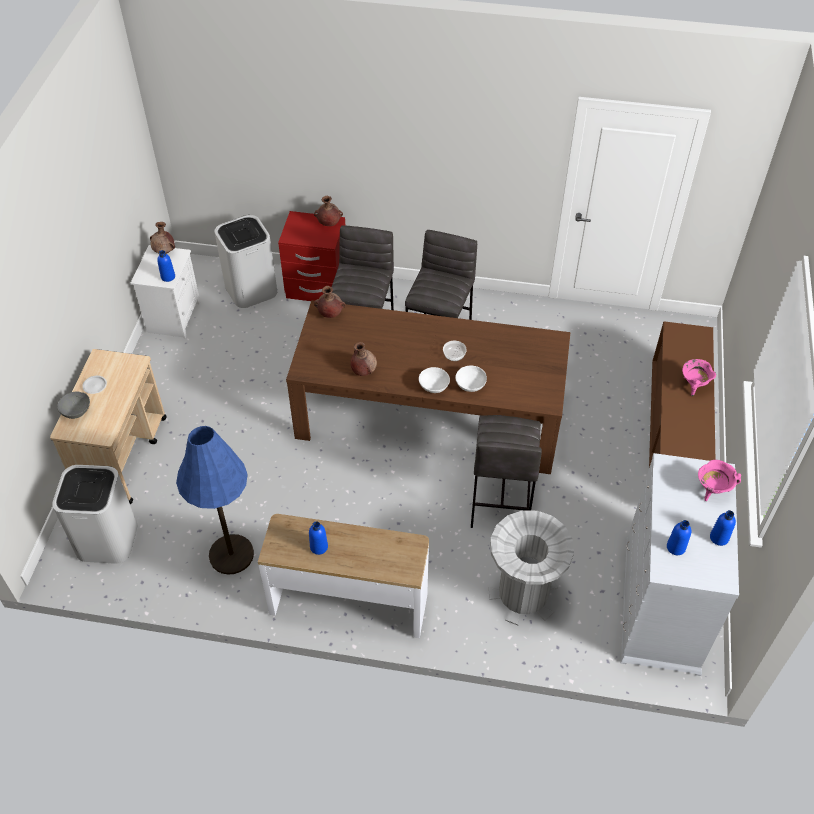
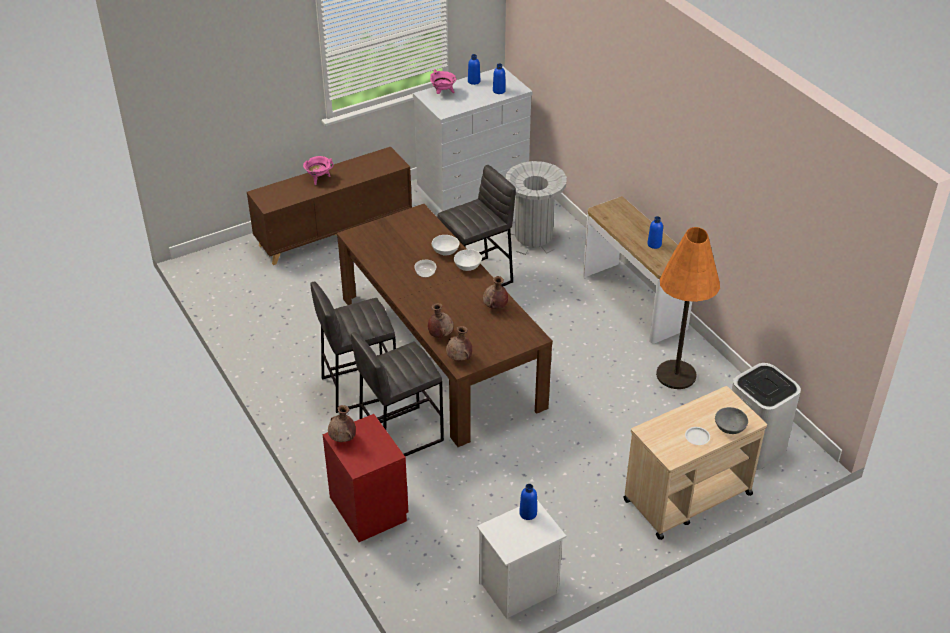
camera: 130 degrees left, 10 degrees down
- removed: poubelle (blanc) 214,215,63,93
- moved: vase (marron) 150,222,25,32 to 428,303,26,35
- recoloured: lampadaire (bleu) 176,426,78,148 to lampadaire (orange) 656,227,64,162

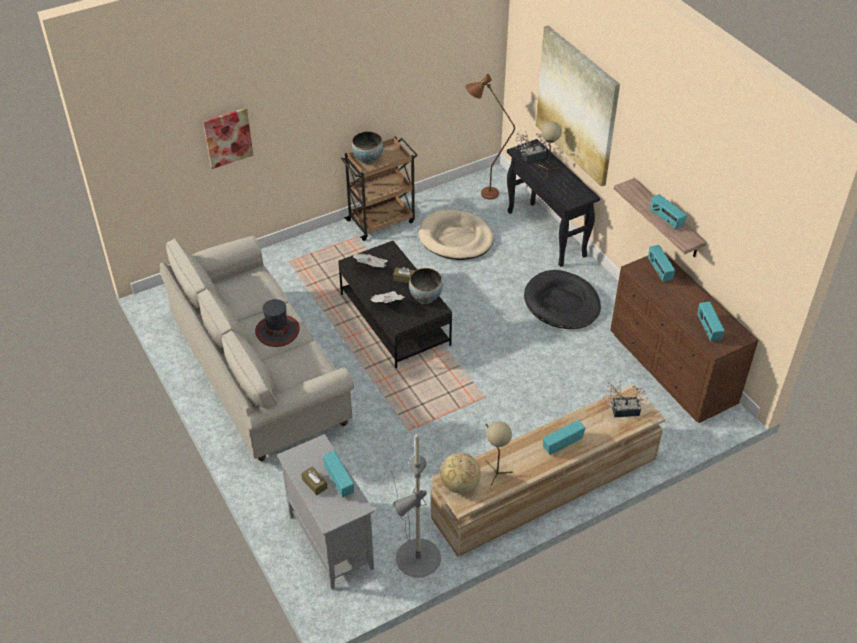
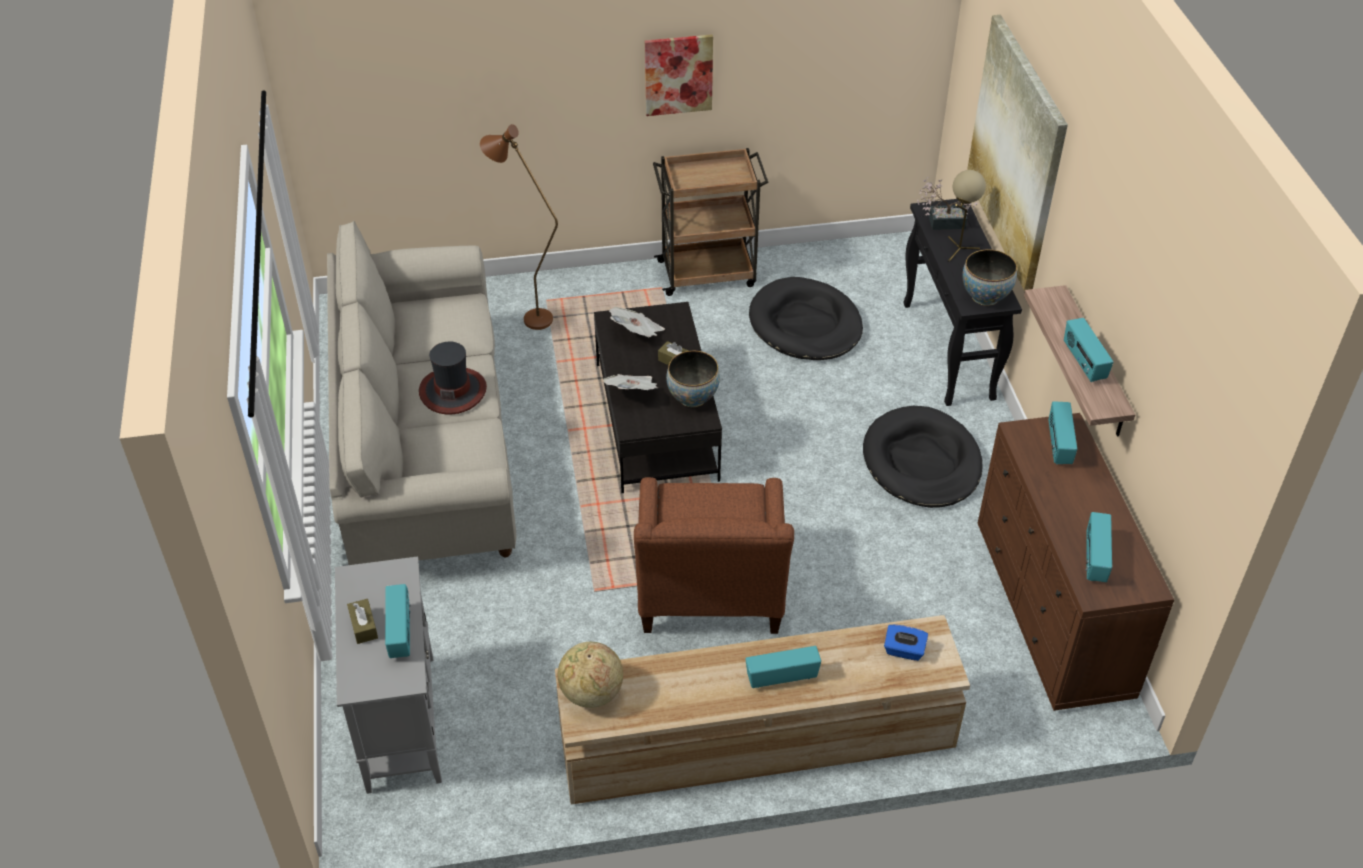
camera: 20 degrees right, 0 degrees up
- removed: lampadaire (gris) 390,434,51,143
- removed: lampe de table (beige) 485,422,28,63
- added: fauteuil (marron) 634,477,160,157
- moved: tableau 203,108,50,61 to 645,34,68,82
- moved: bol 352,131,31,34 to 962,249,55,57
- moved: lampadaire (marron) 466,74,49,126 to 480,124,78,206
- replaced: plante en pot 603,380,45,37 to boîte à mouchoirs (bleu) 884,625,44,36
- recoloured: panier pour chien (beige) 419,210,75,50 to panier pour chien (noir) 749,277,114,83

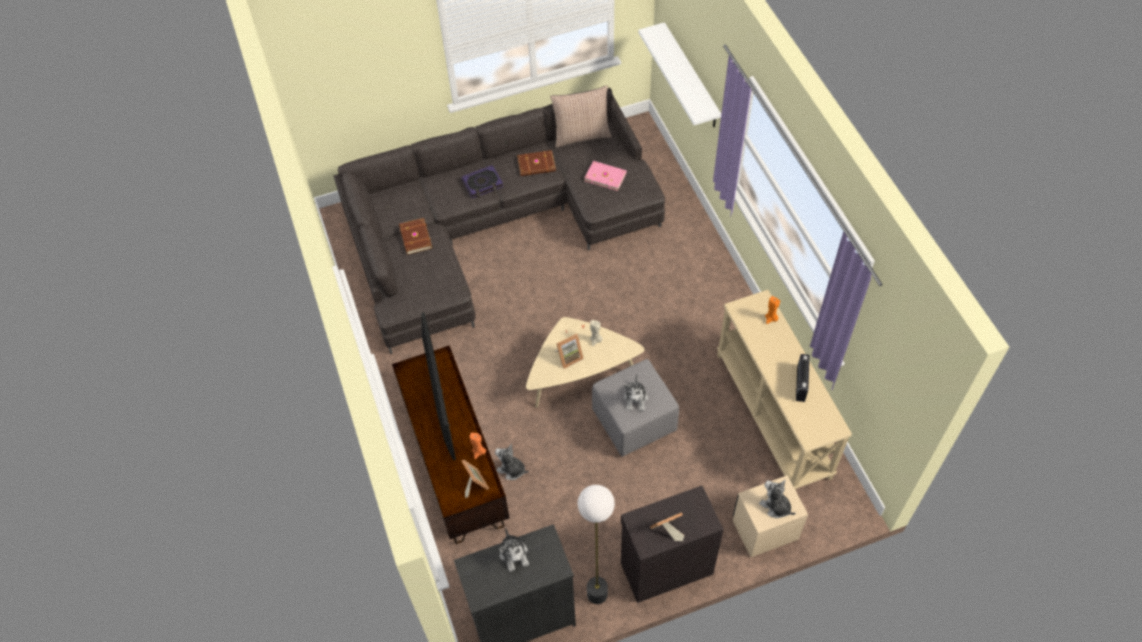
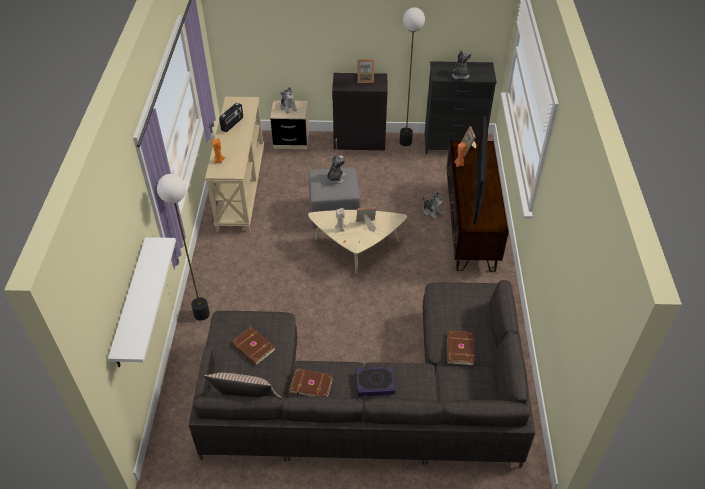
camera: 160 degrees left, 10 degrees down
- added: lampadaire 157,174,53,147
- recoloured: livre (rose) 584,161,43,30 to livre (marron) 231,326,44,39

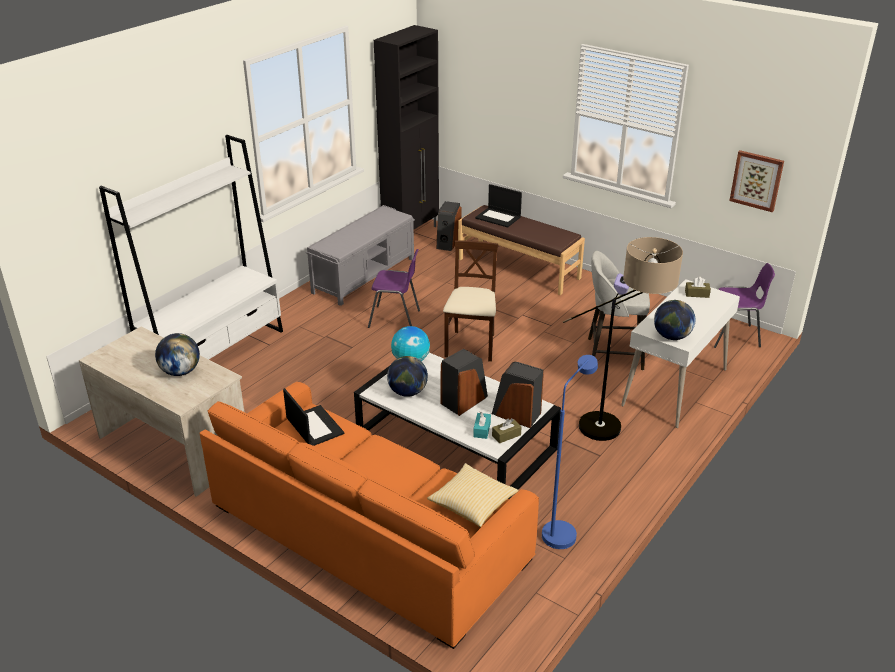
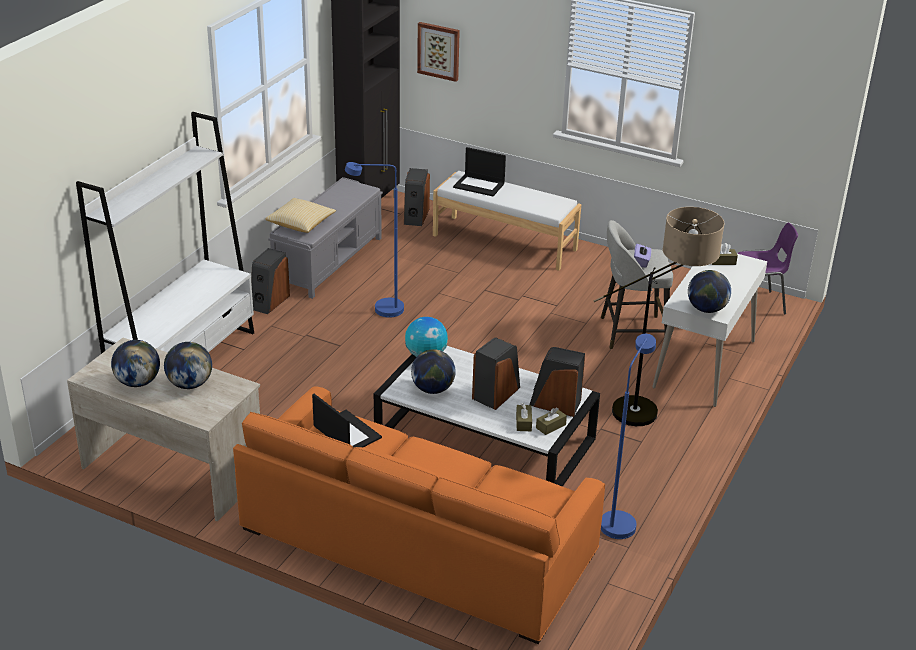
camera: 10 degrees left, 0 degrees up
- removed: chaise (beige) 443,240,55,122
- added: globe 111,340,49,47
- added: enceinte 251,248,39,66
- moved: coussin 427,463,92,64 to 265,198,71,35
- moved: tableau 729,150,55,62 to 417,22,43,60
- replaced: chaise (violet) 368,249,52,79 to lampadaire (bleu) 345,162,59,155
- recoloured: banc (marron) 458,205,127,90 to banc (blanc) 433,171,148,100
- recoloured: boîte à mouchoirs (turquoise) 473,412,18,27 to boîte à mouchoirs (marron) 516,403,16,28

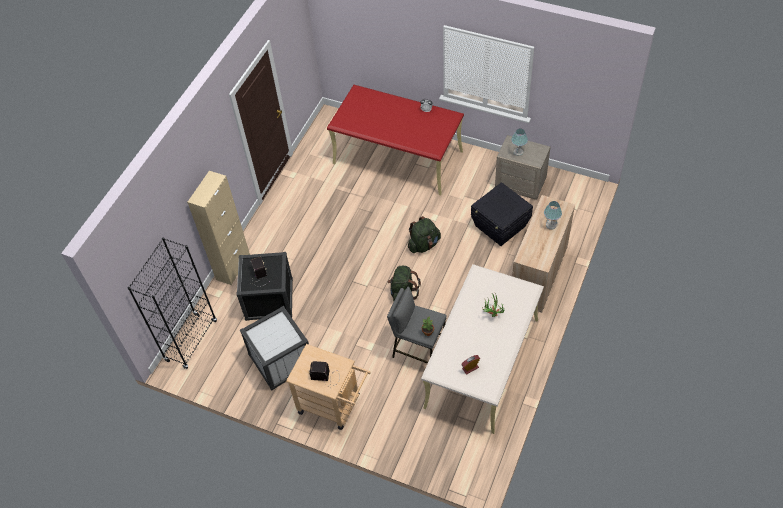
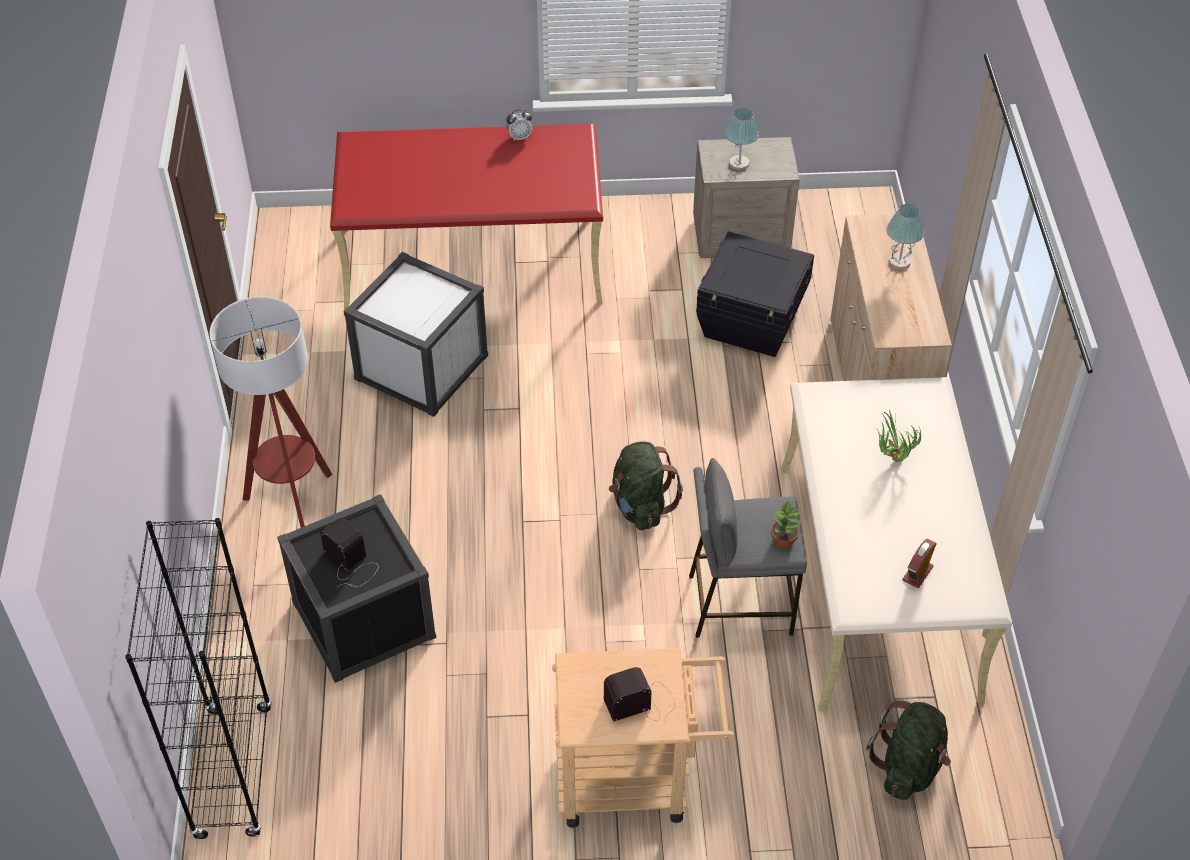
camera: 30 degrees left, 5 degrees down
- removed: meuble de rangement (beige) 187,171,63,114
- added: lampadaire 210,296,122,232
- moved: boîte de rangement (blanc) 240,306,69,85 to 344,252,144,165
- moved: sac à dos (vert) 408,216,33,37 to 866,700,85,100

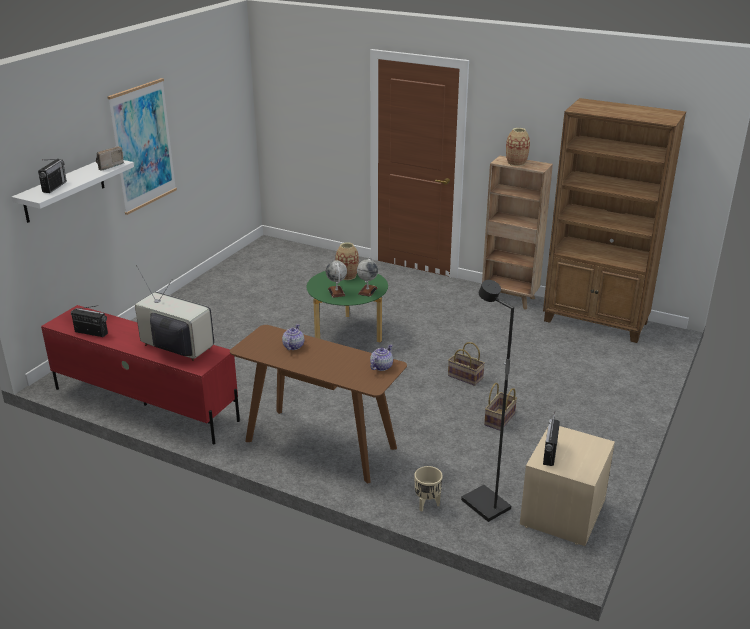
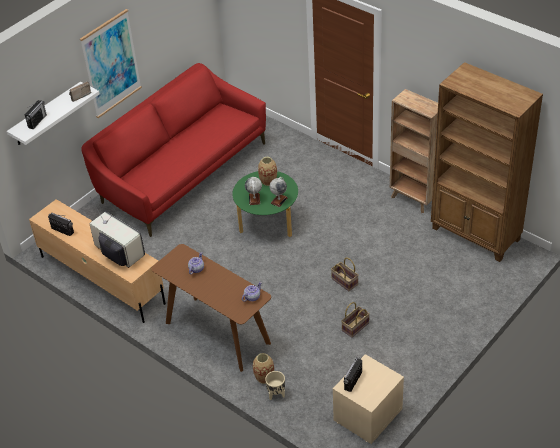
camera: 15 degrees right, 15 degrees up
- removed: lampadaire (noir) 461,280,53,242
- added: canapé (rouge) 81,63,185,174
- moved: vase 506,128,24,38 to 253,353,21,31
- recoloured: meuble télé (rouge) 41,305,199,139 to meuble télé (beige) 29,199,137,124

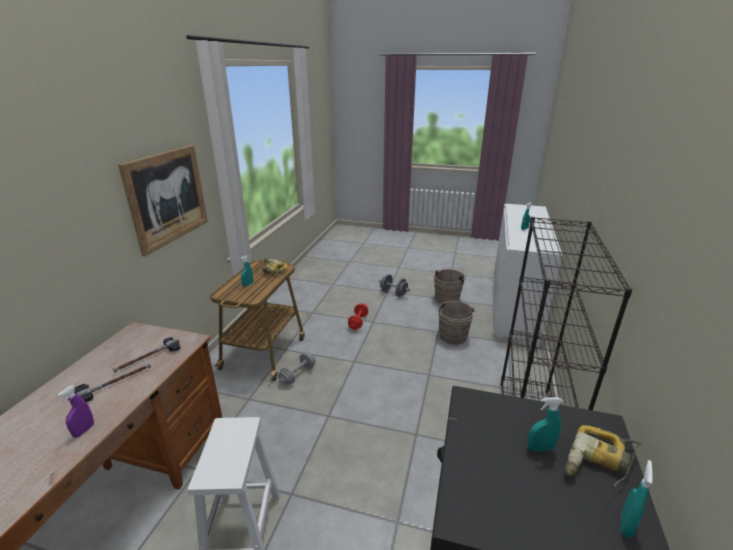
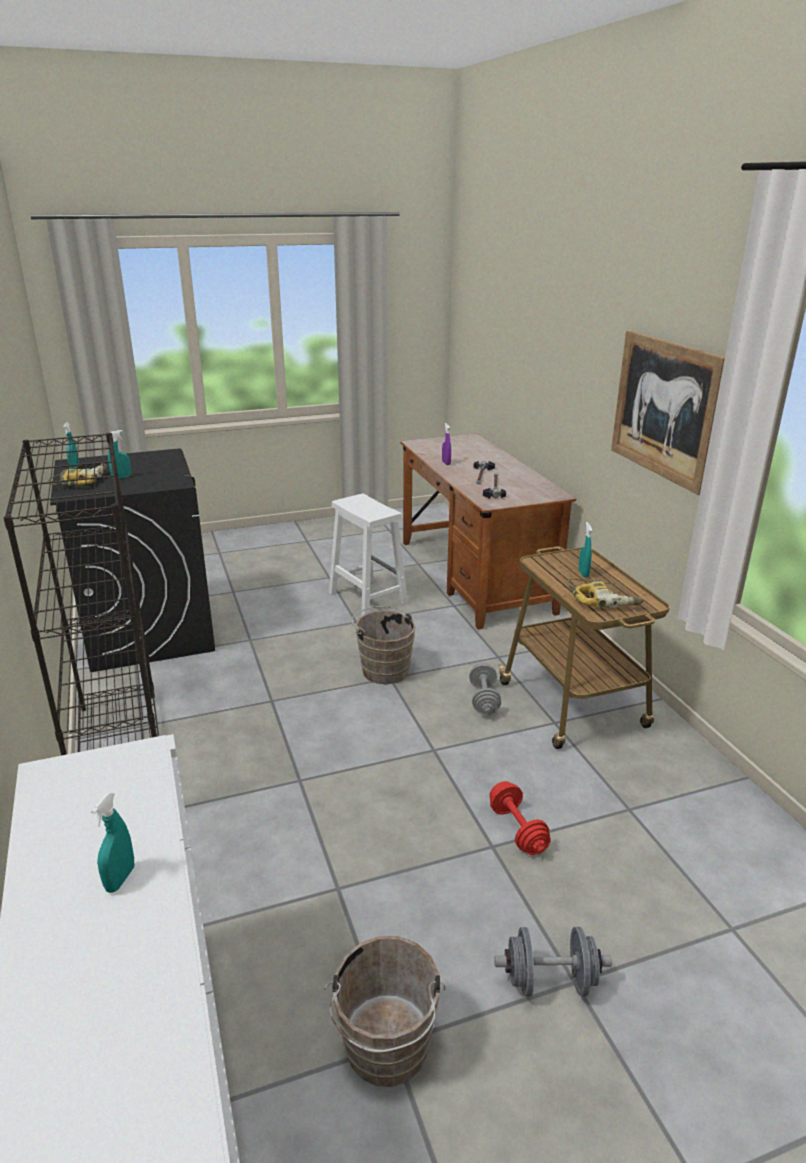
camera: 145 degrees right, 0 degrees up
- moved: seau (marron) 438,301,38,43 to 352,606,63,78

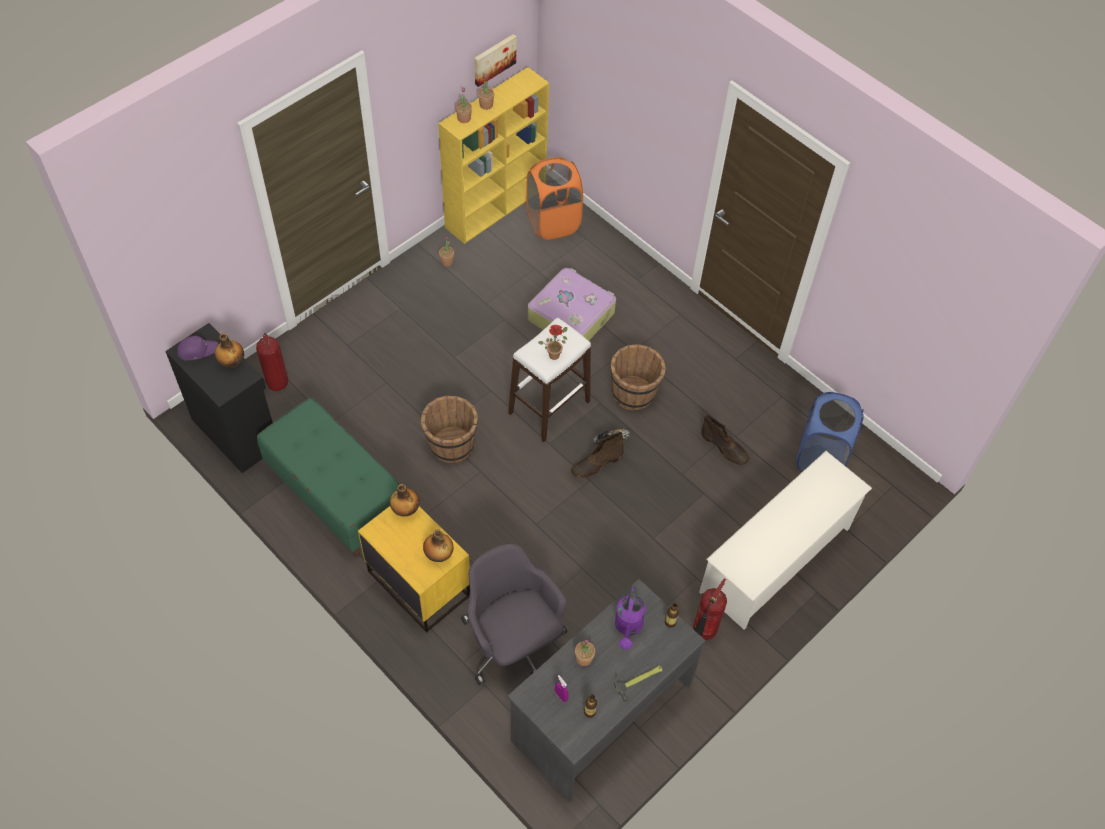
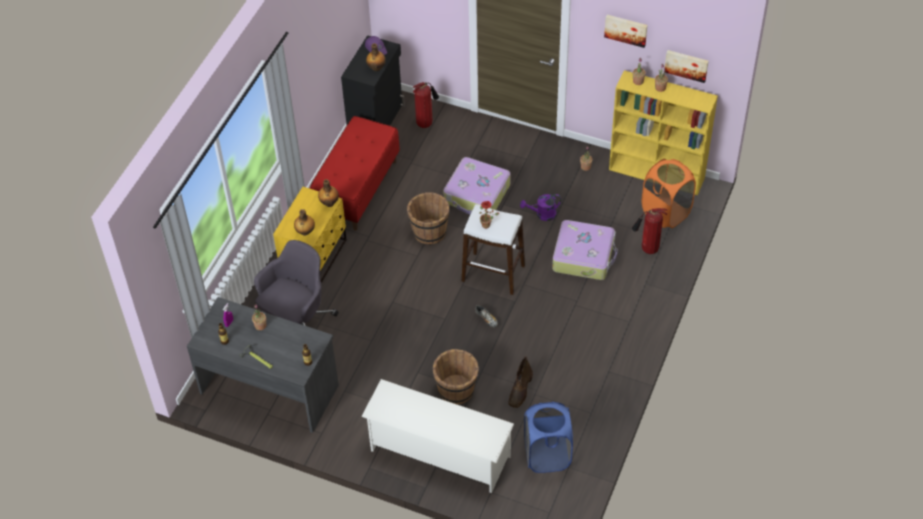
camera: 70 degrees right, 5 degrees down
- removed: botte (marron) 572,432,52,46
- added: valise 443,157,67,58
- added: tableau 604,15,44,33
- moved: seau (marron) 610,344,56,66 to 432,349,47,55
- moved: arrosoir (violet) 615,587,31,63 to 520,194,41,27
- moved: extincteur 693,579,34,61 to 632,208,35,46
- recoloured: banc (vert) 257,398,143,159 to banc (rouge) 310,116,90,115

